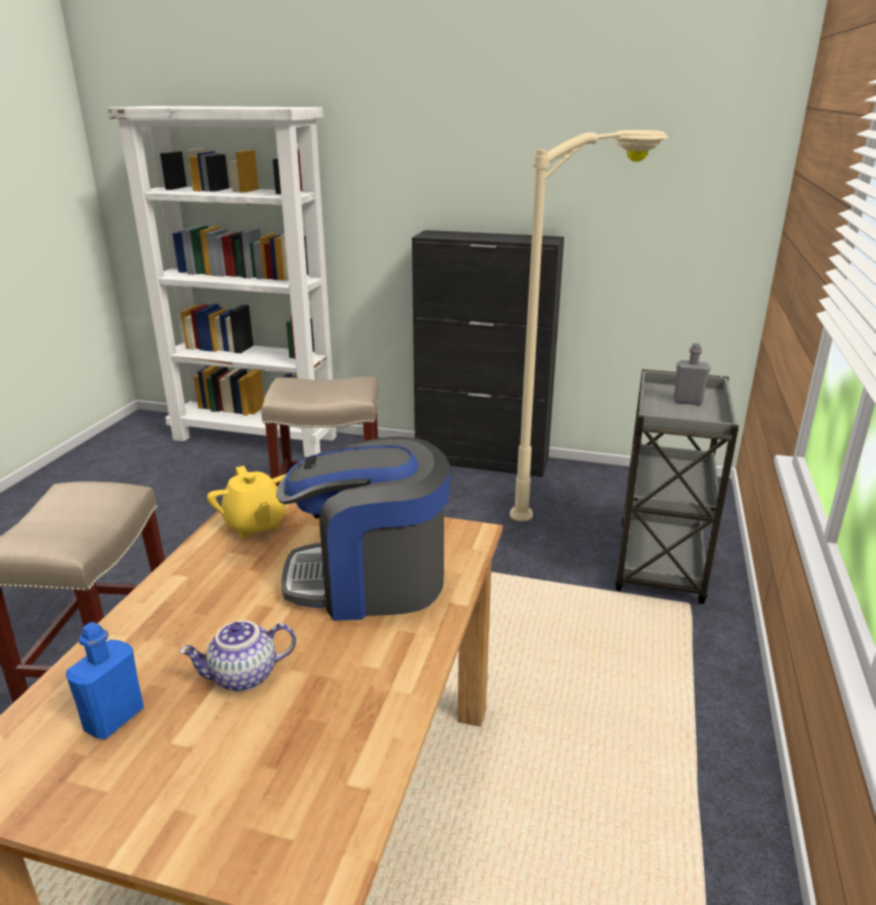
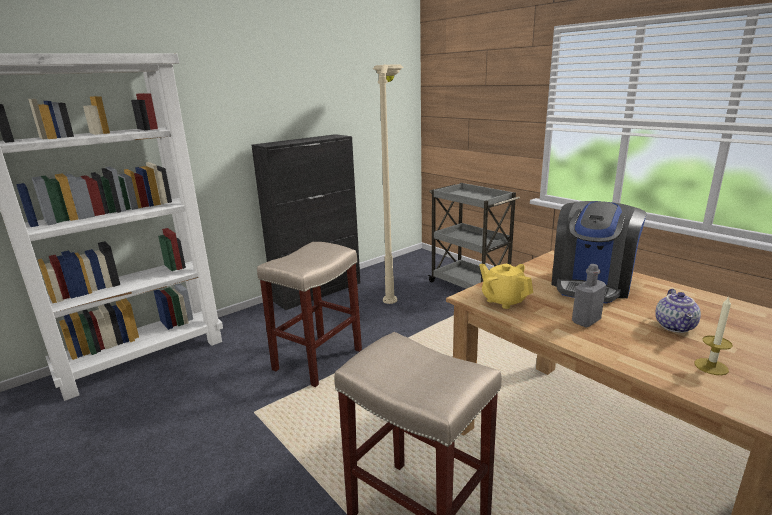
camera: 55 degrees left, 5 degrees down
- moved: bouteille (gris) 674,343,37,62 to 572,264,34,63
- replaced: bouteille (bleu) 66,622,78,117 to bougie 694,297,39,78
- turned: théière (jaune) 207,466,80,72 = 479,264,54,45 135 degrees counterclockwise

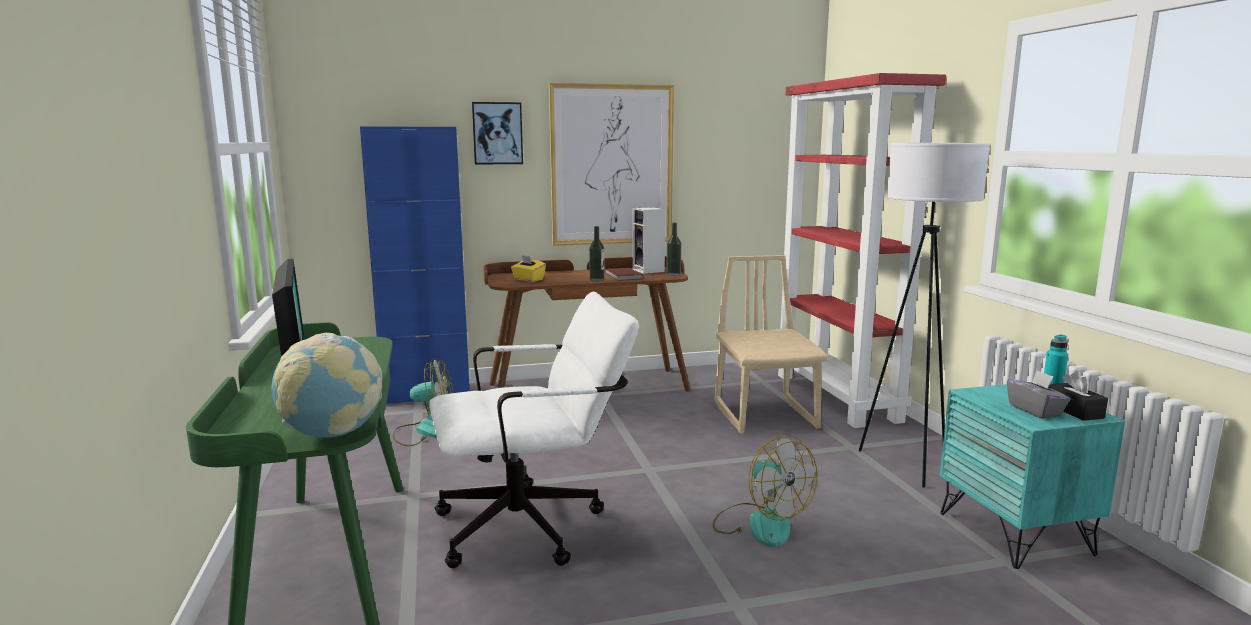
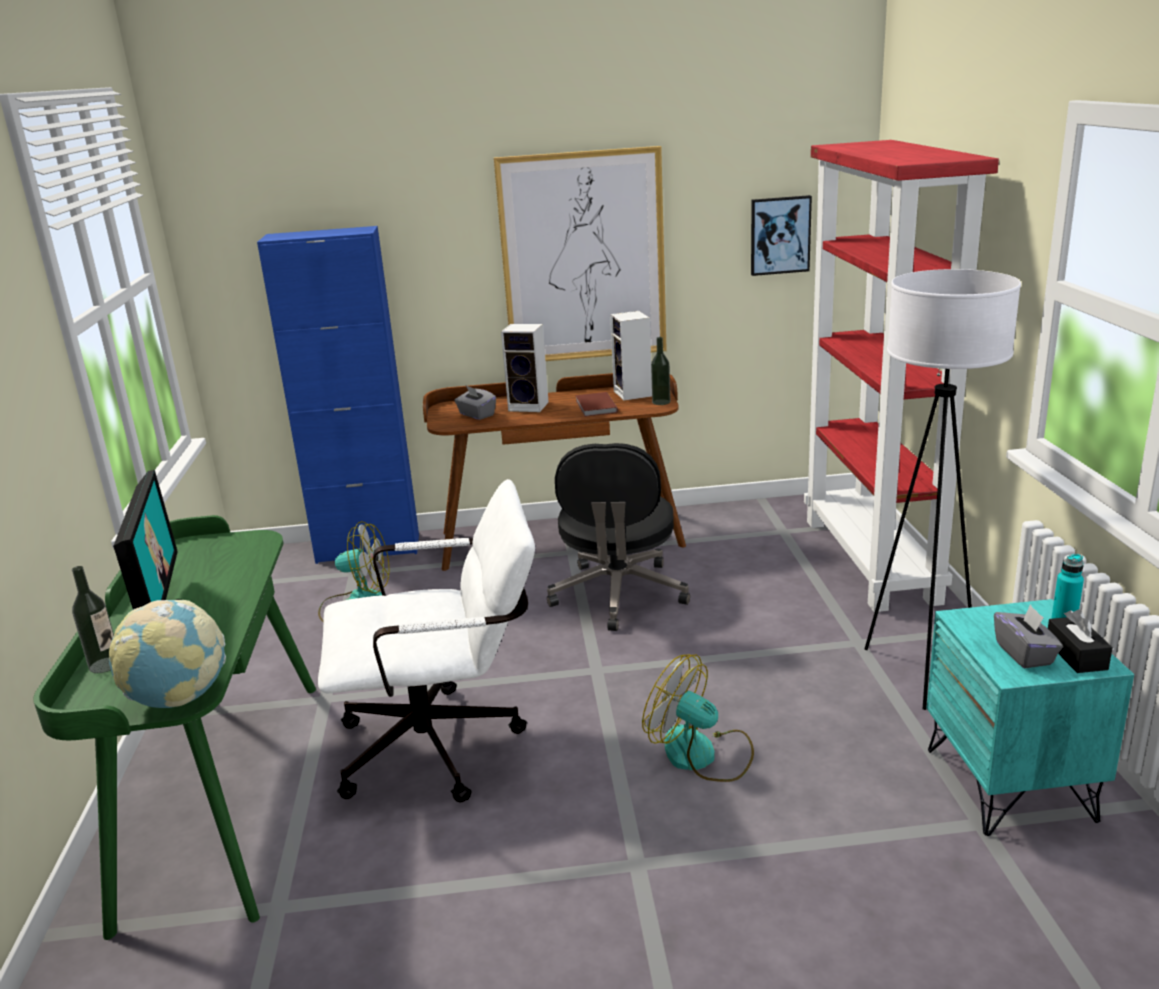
camera: 10 degrees right, 10 degrees up
- removed: chaise (beige) 715,255,113,179
- added: enceinte 501,324,48,88
- added: chaise de bureau (noir) 547,443,143,188
- moved: tableau 472,102,51,63 to 751,195,61,81
- moved: bouteille 589,226,15,56 to 72,566,42,107
- recoloured: boîte à mouchoirs (jaune) 511,255,35,27 to boîte à mouchoirs (gris) 455,386,41,34
- turned: ventilateur 713,435,104,112 = 642,654,112,128 150 degrees clockwise

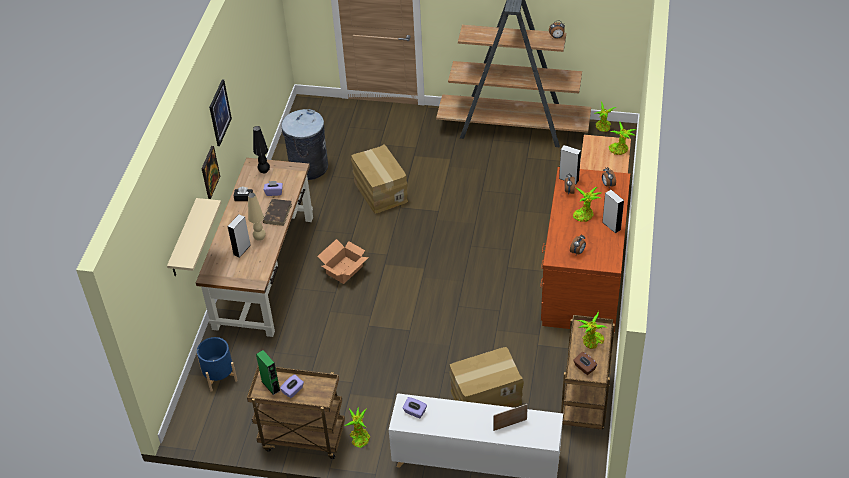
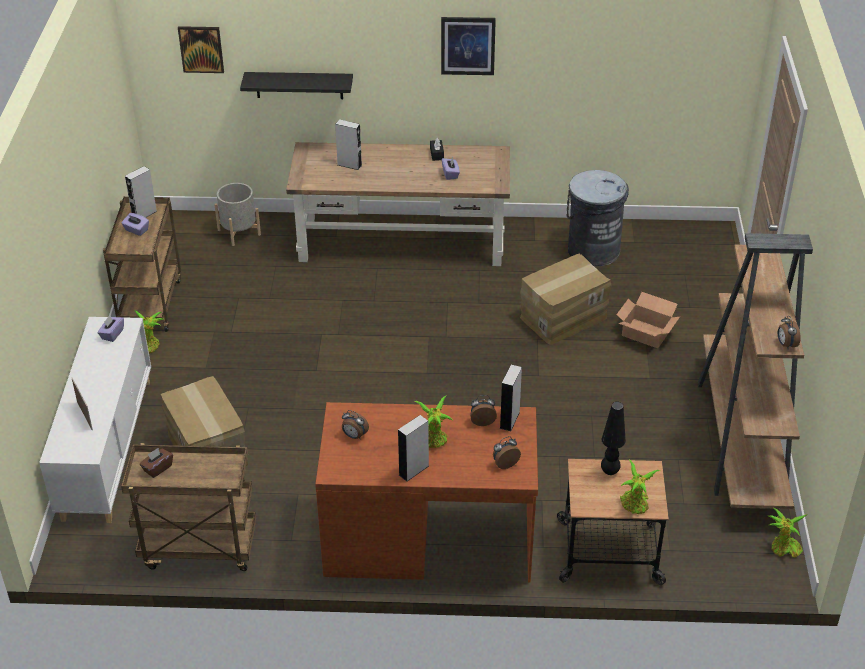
camera: 80 degrees right, 5 degrees down
- removed: lampe de table (beige) 248,193,18,48
- removed: livre (marron) 263,199,29,27
- removed: plante en pot 576,311,31,38
- moved: tableau 201,146,19,53 to 178,26,46,47
- moved: lampe de table (noir) 253,126,17,47 to 601,402,25,73
- moved: carton 317,239,52,45 to 616,292,64,57
- recoloured: étagère (beige) 167,198,54,78 to étagère (noir) 240,72,113,27
- recoloured: cache-pot (bleu) 197,337,41,55 to cache-pot (gris) 214,183,47,63
- recoloured: enceinte (vert) 256,350,24,45 to enceinte (gris) 125,166,32,52

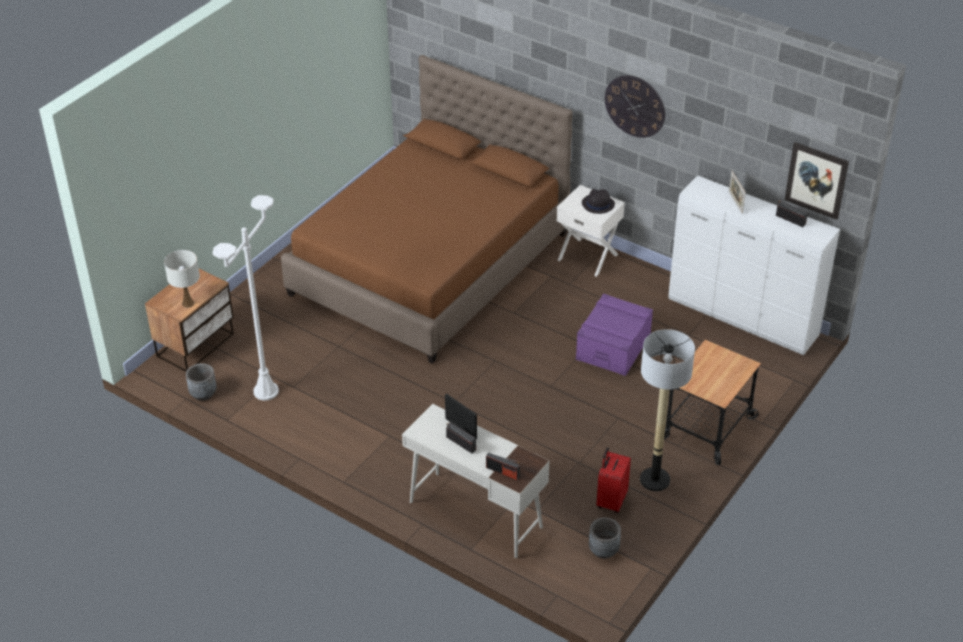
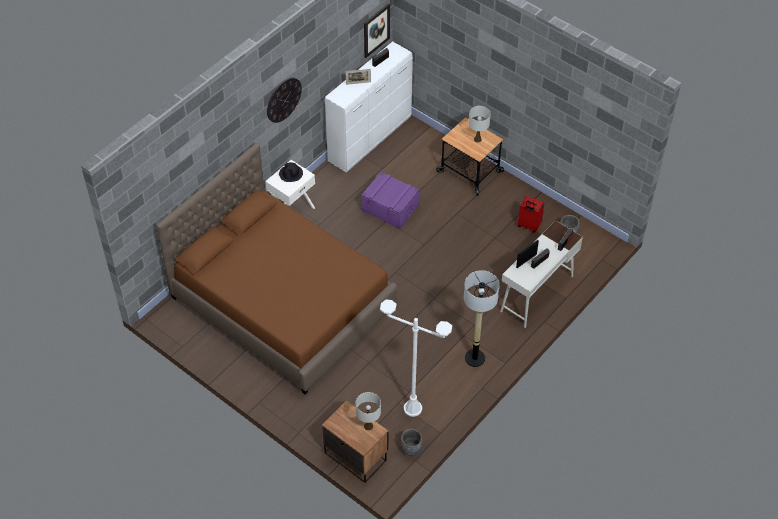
camera: 85 degrees left, 10 degrees up
- added: lampe de table (blanc) 469,106,22,37
- moved: lampadaire 640,329,55,162 to 464,270,36,97

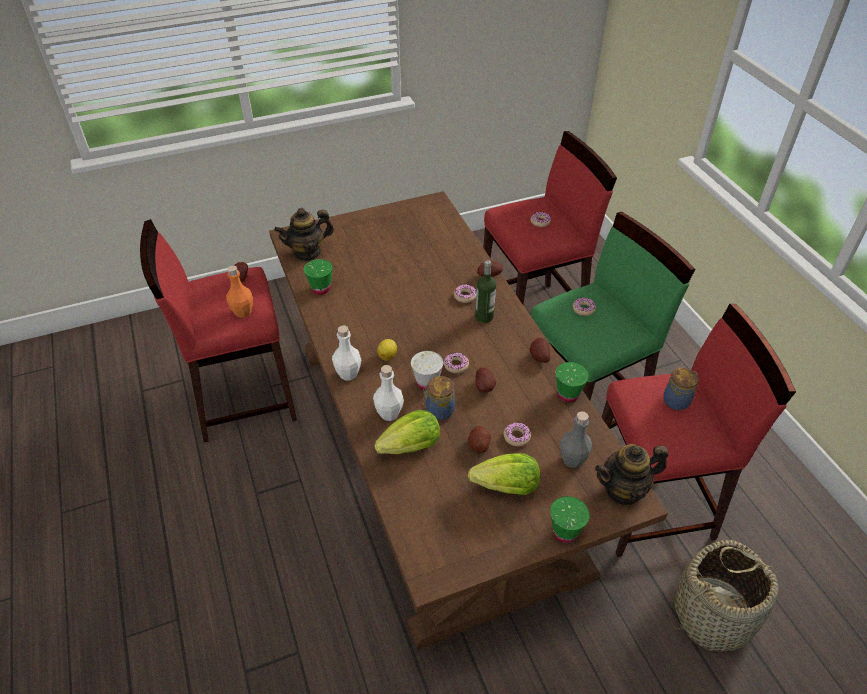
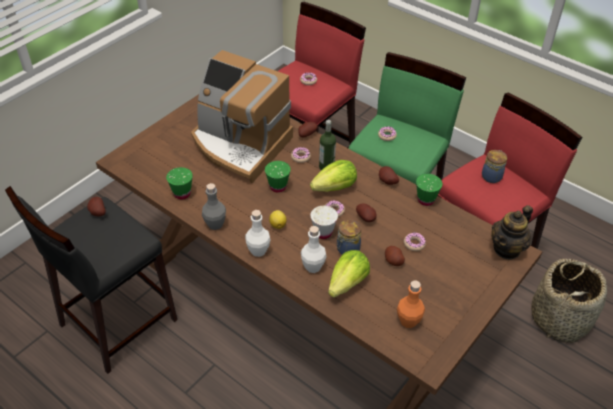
camera: 30 degrees left, 0 degrees up
- removed: théière 274,208,60,53
- added: machine à café 191,50,102,133
- moved: bouteille (orange) 226,266,27,52 to 397,280,28,48
- moved: laitue 468,453,72,42 to 310,160,47,32
- moved: tasse (vert) 550,496,40,47 to 265,161,26,32
- moved: bouteille (gris) 559,411,33,57 to 202,183,24,47
- recoloured: tabouret (rouge) 140,219,157,224 to tabouret (noir) 5,186,173,188

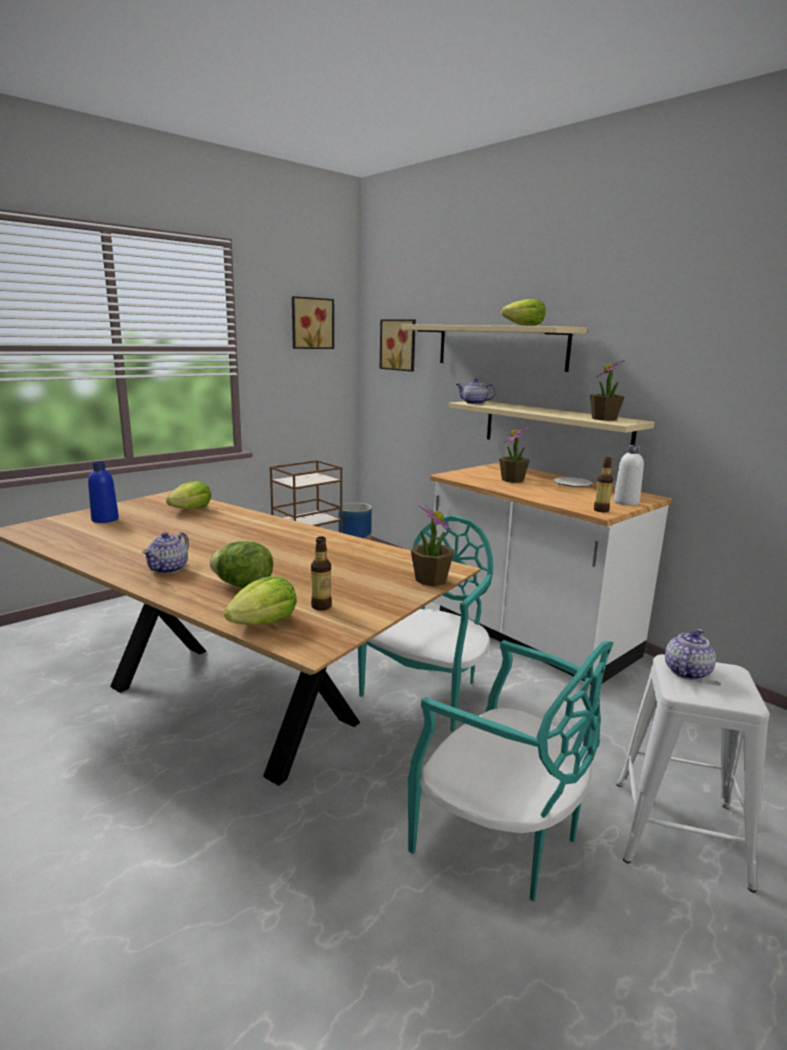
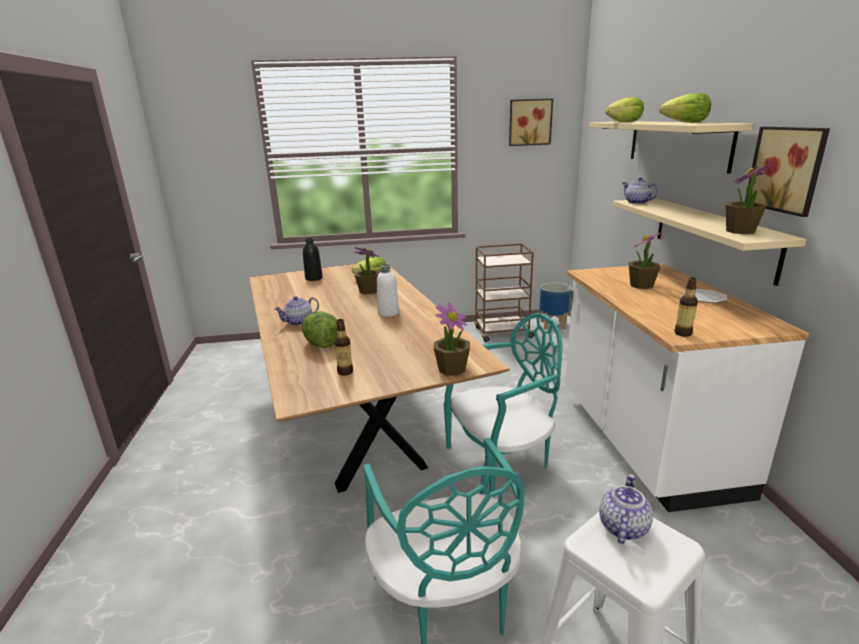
camera: 35 degrees right, 5 degrees up
- added: plante en pot 354,247,26,47
- moved: laitue 224,576,73,49 to 605,97,39,25
- moved: tableau 380,319,36,53 to 745,127,85,90
- moved: bouteille (blanc) 613,445,31,61 to 377,264,22,53
- recoloured: bouteille (bleu) 88,462,31,61 to bouteille (noir) 303,238,20,43
- turned: théière 665,629,51,51 = 599,474,54,70 45 degrees counterclockwise

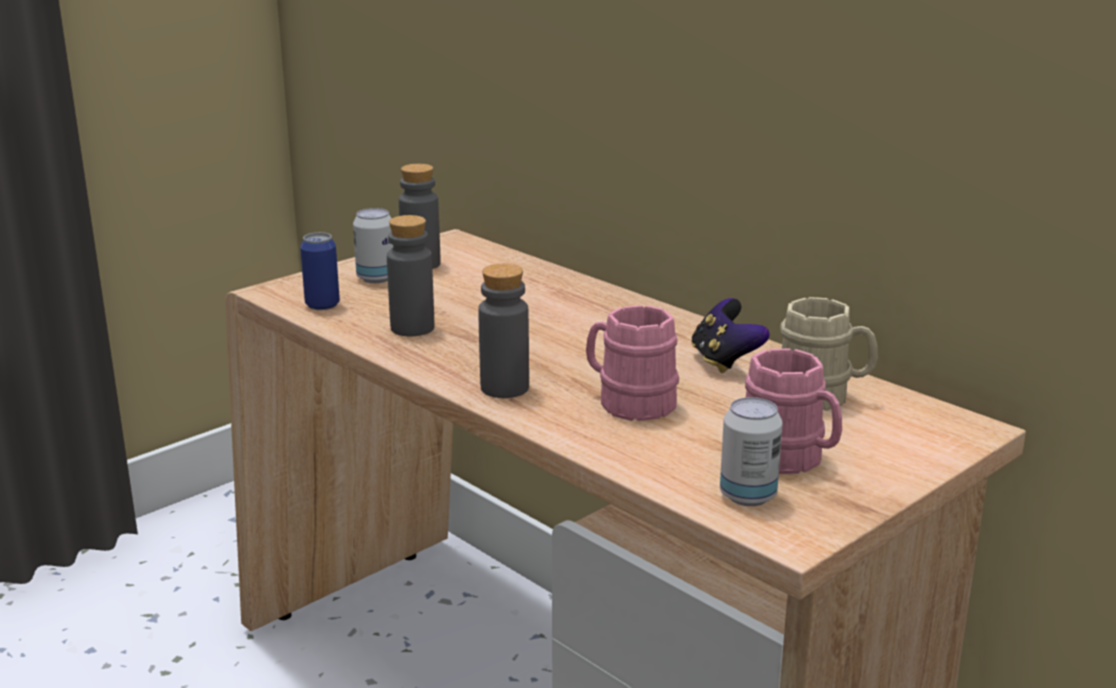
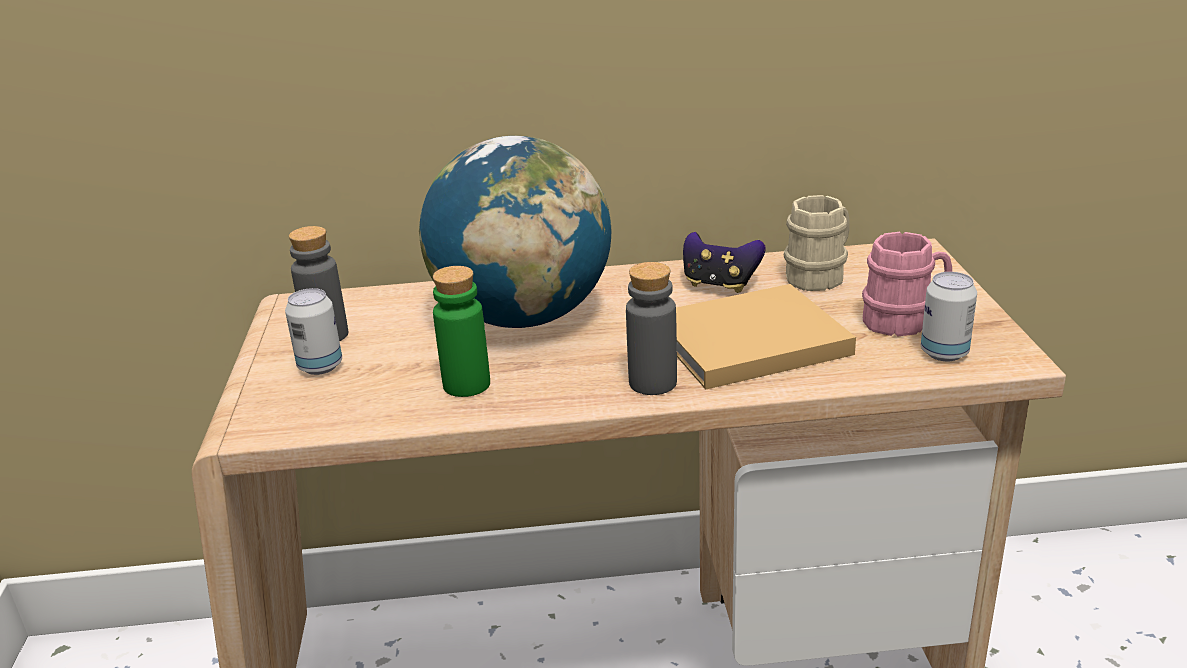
camera: 50 degrees left, 5 degrees up
- removed: boîte métallique 300,232,40,78
- added: globe 419,136,193,192
- replaced: mug (rose) 586,305,93,116 to livre (beige) 676,284,180,106
- recoloured: bouteille (gris) 387,215,47,121 to bouteille (vert) 433,266,57,131

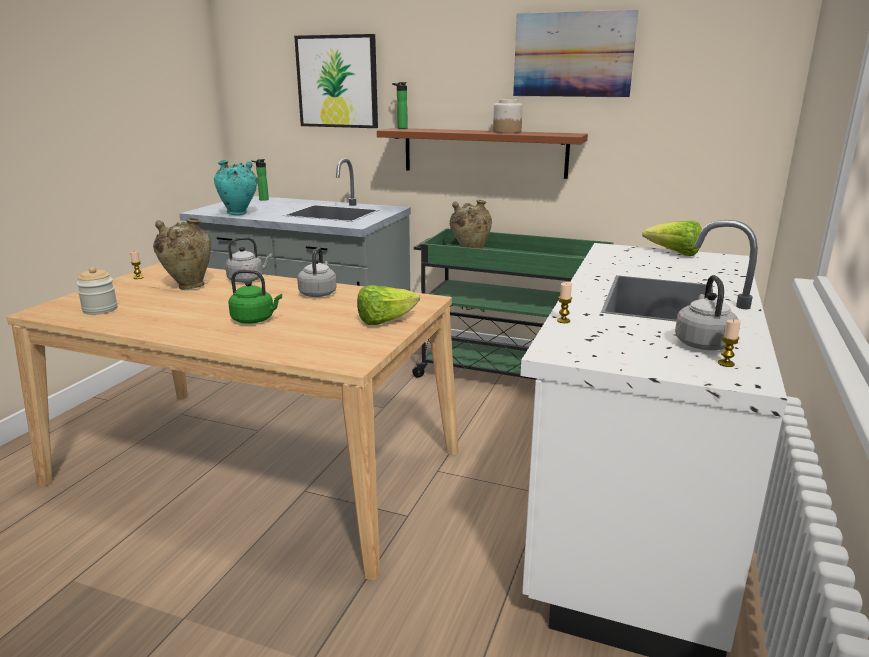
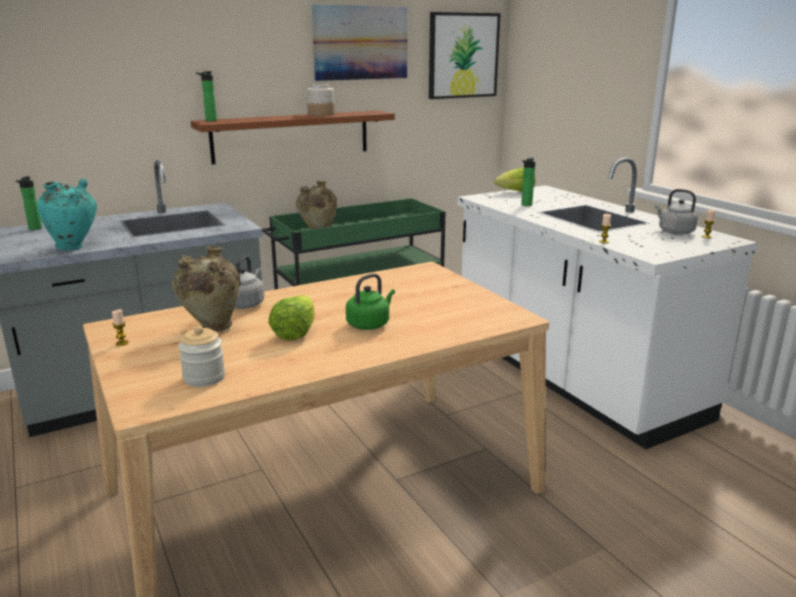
camera: 50 degrees left, 0 degrees up
- removed: bouilloire (gris) 297,247,40,50
- added: bouteille 521,158,14,48
- moved: tableau 294,34,84,94 to 429,12,72,87
- moved: laitue 357,285,63,40 to 268,295,47,46

